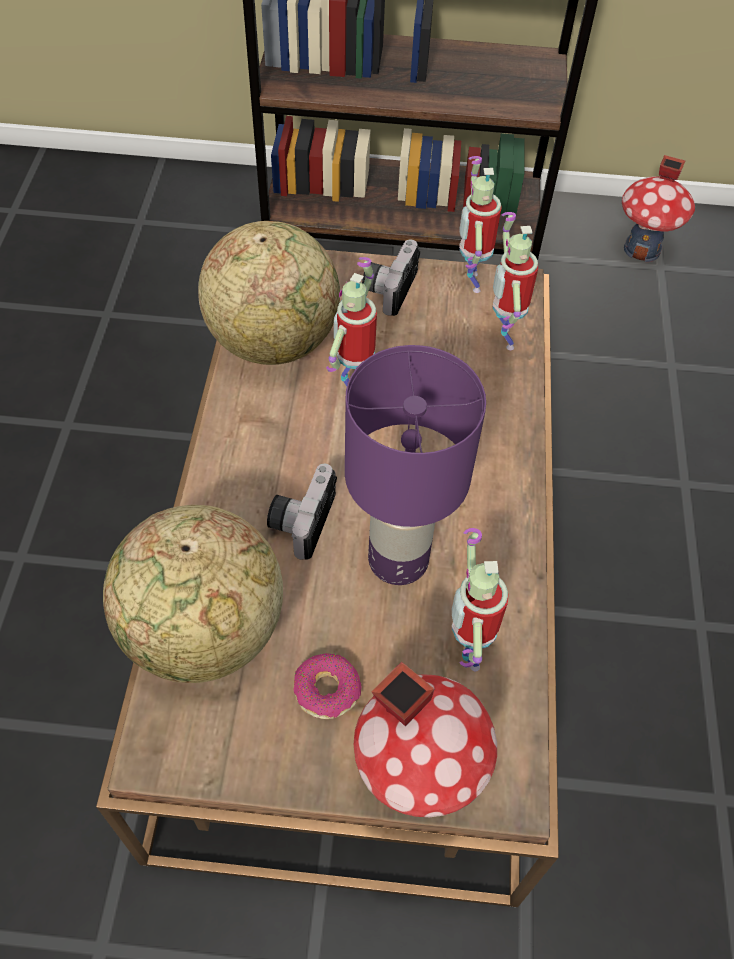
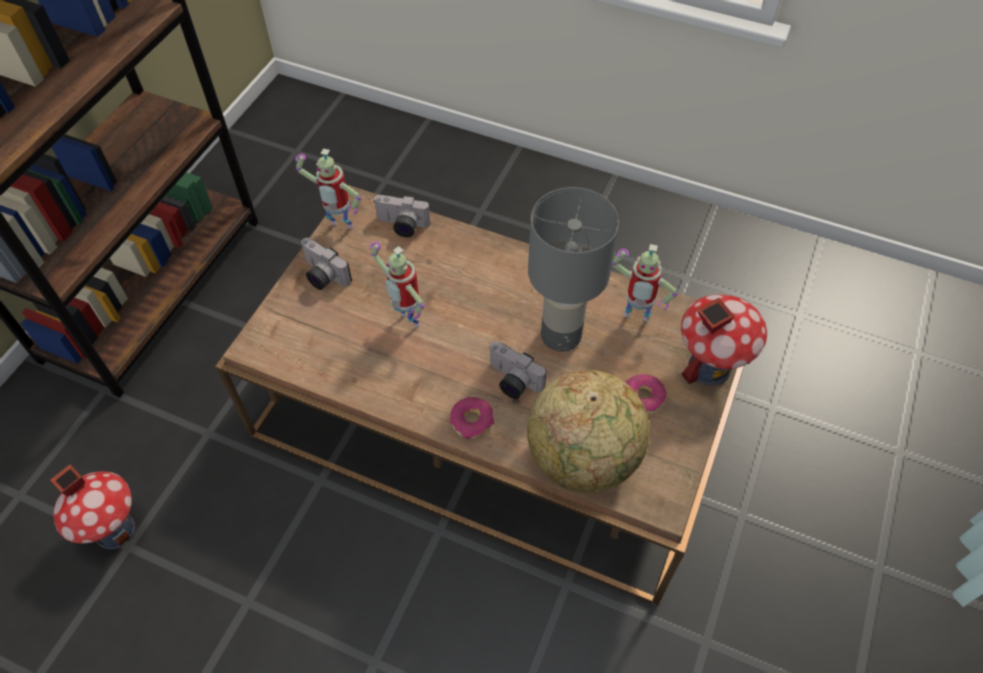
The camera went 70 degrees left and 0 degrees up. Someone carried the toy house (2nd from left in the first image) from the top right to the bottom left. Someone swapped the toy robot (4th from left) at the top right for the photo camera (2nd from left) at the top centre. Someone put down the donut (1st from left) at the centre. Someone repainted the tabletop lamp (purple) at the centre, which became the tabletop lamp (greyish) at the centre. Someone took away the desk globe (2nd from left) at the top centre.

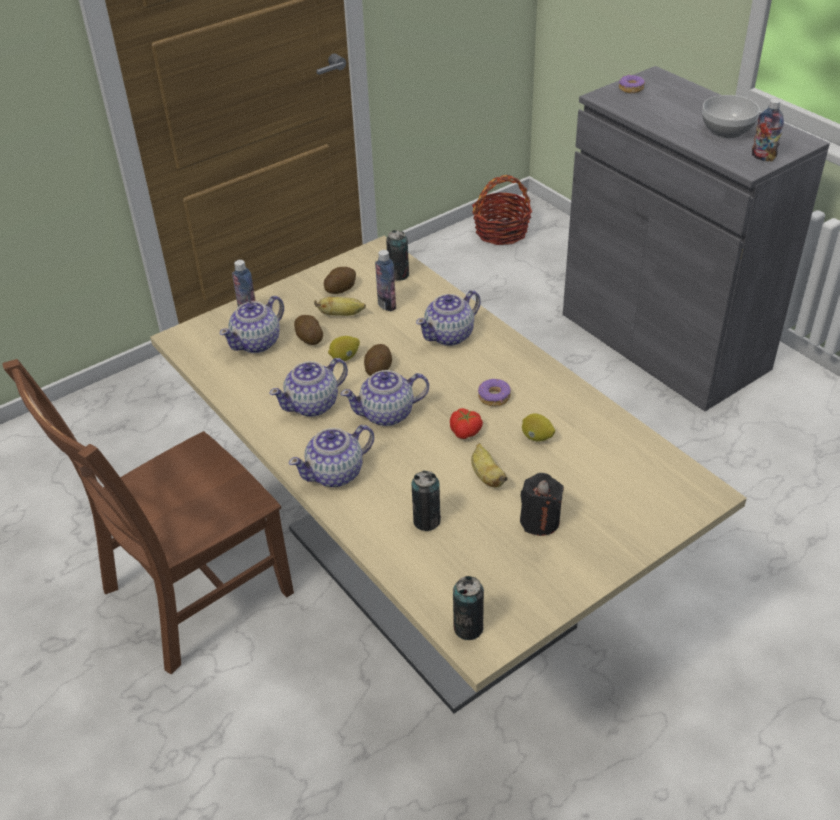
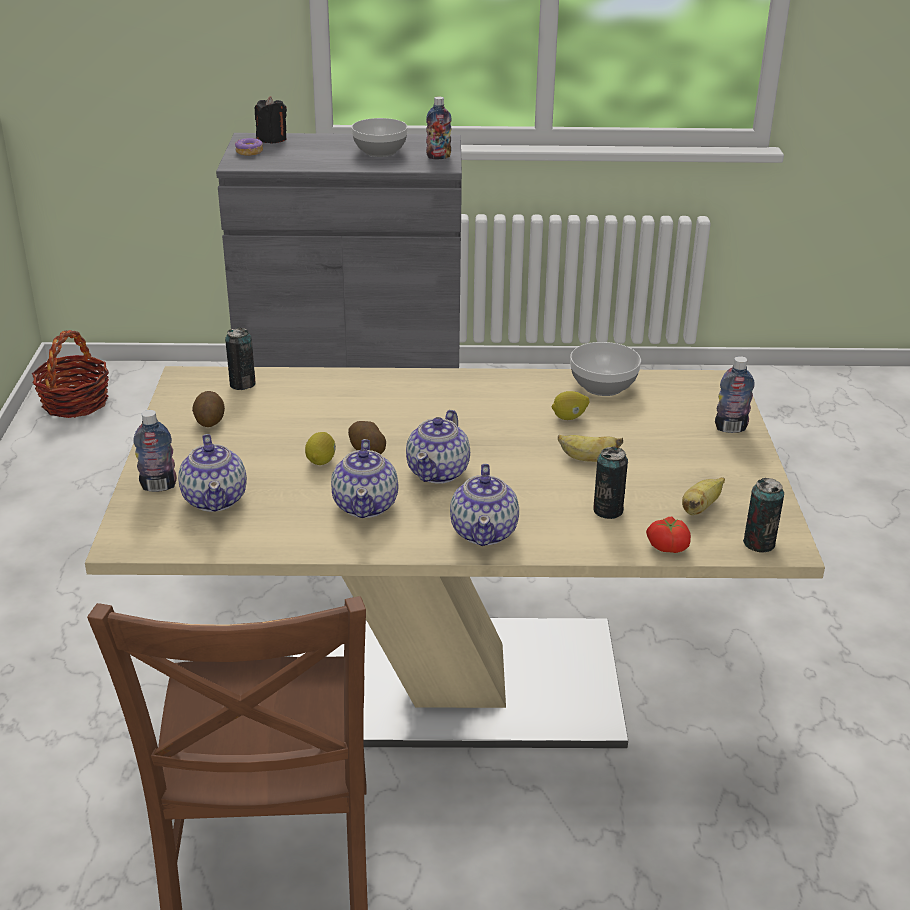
The camera went 55 degrees left and 10 degrees down. Someone carried the wax light (blackish) from the centre to the top left. Someone put down the bowl (2nd from left) at the centre. Someone carried the whole tomato from the centre to the middle right. Someone carried the banana (1st from left in the first image) from the centre to the middle right. Someone carried the bottle (2nd from left in the first image) from the centre to the middle right. Someone took away the spud (1st from left) at the centre. Someone took away the tea pot (5th from left) at the centre. Someone took away the donut (1st from left) at the centre.

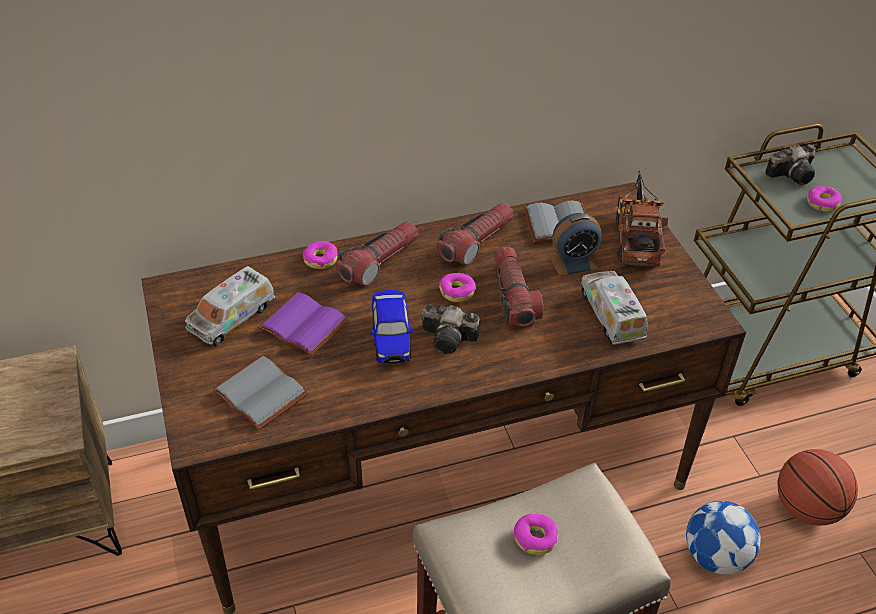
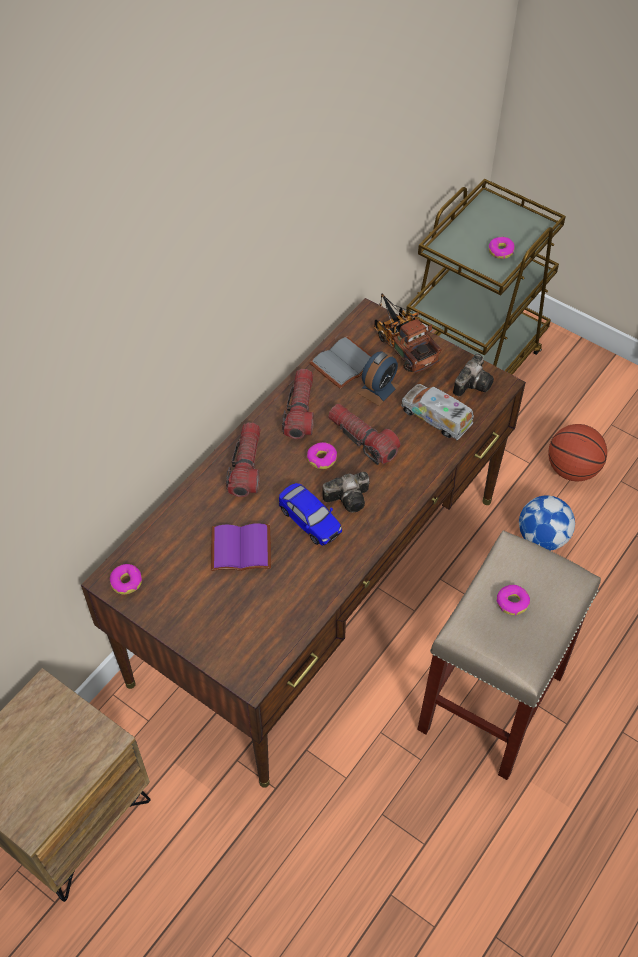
The camera went 35 degrees left and 10 degrees up. Someone carried the donut (1st from left) from the centre to the middle left. Someone carried the photo camera (2nd from left) from the top right to the middle right. Someone took away the toy lorry (1st from left) at the middle left. Someone took away the bound book (greyish) (1st from left) at the middle left.

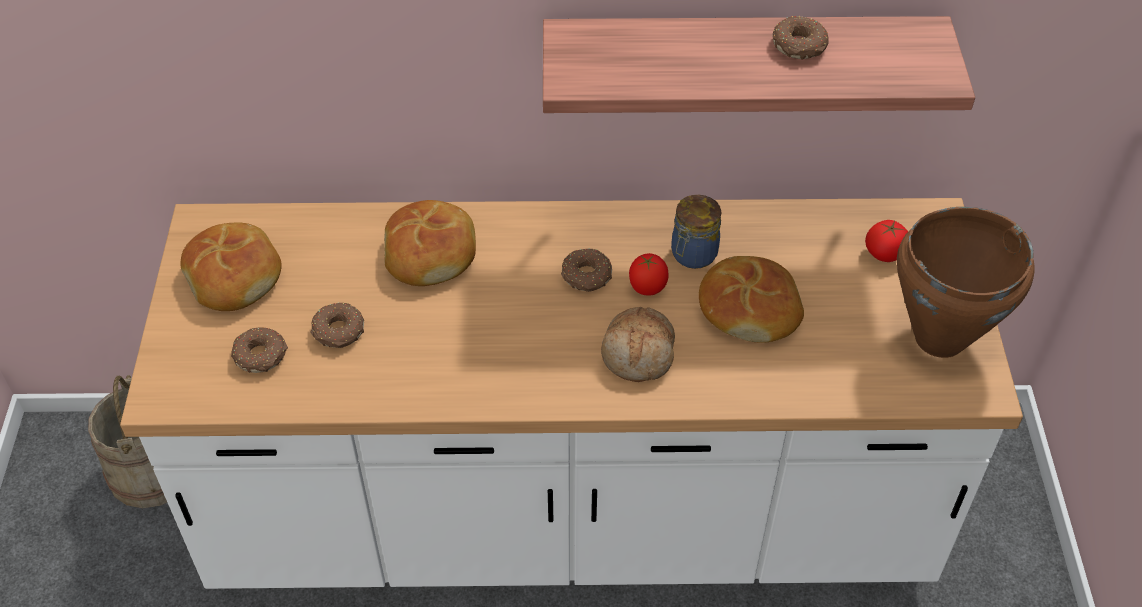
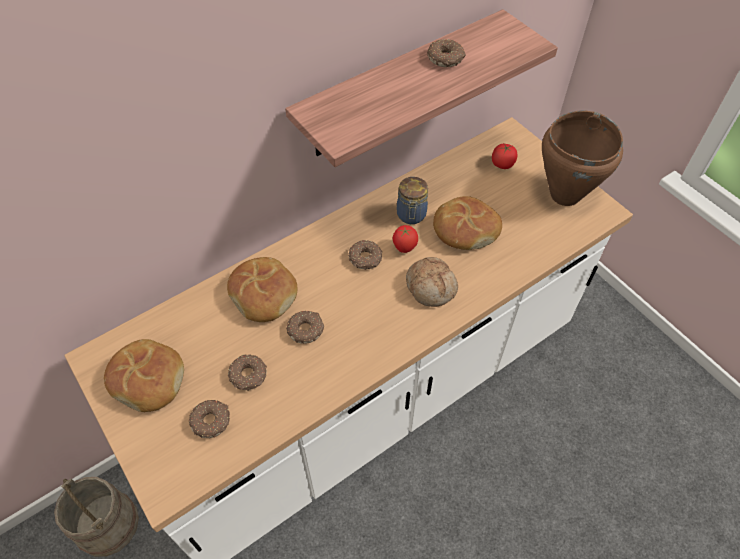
The camera went 35 degrees left and 5 degrees up. Someone put down the donut (3rd from left) at the centre.

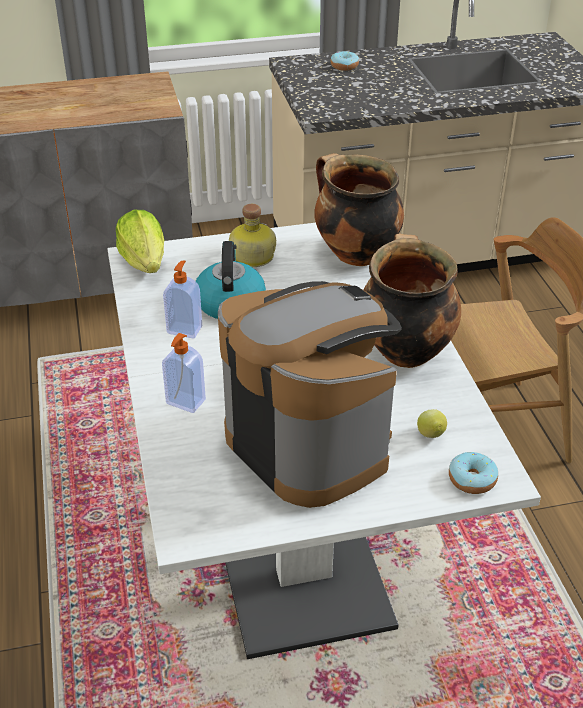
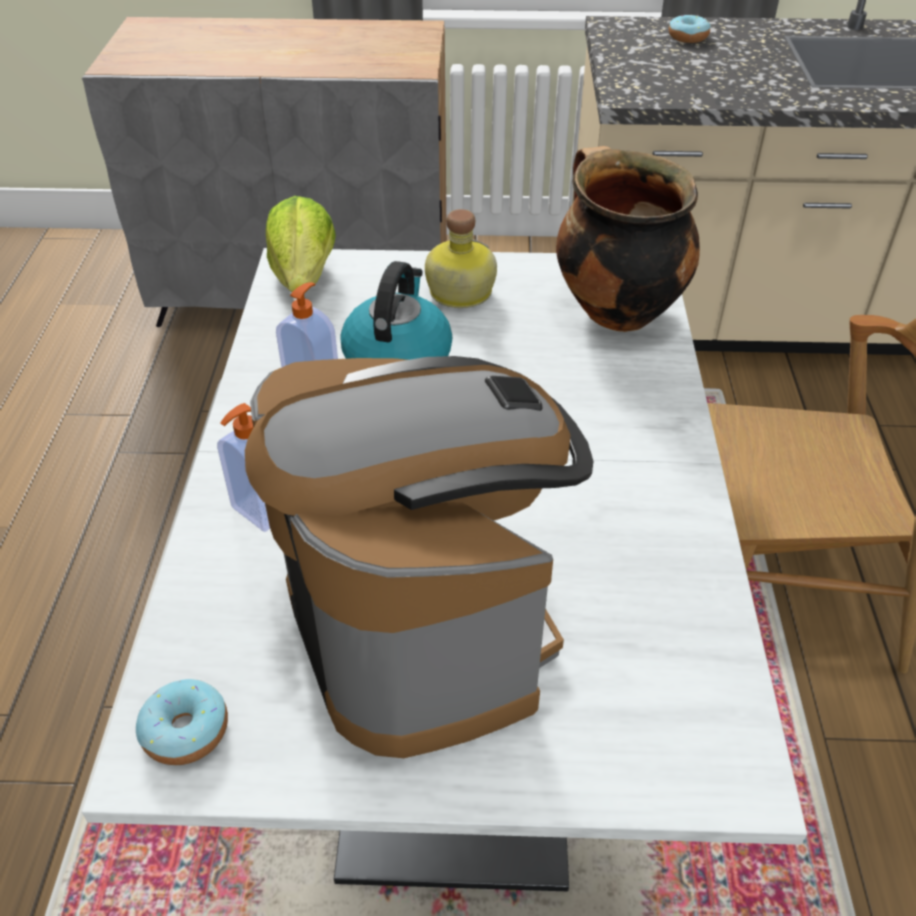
The camera went 15 degrees right and 5 degrees up. Someone carried the donut (2nd from left in the first image) from the bottom right to the bottom left. Someone took away the cooking pot (2nd from left) at the middle right. Someone took away the citrus fruit at the middle right.

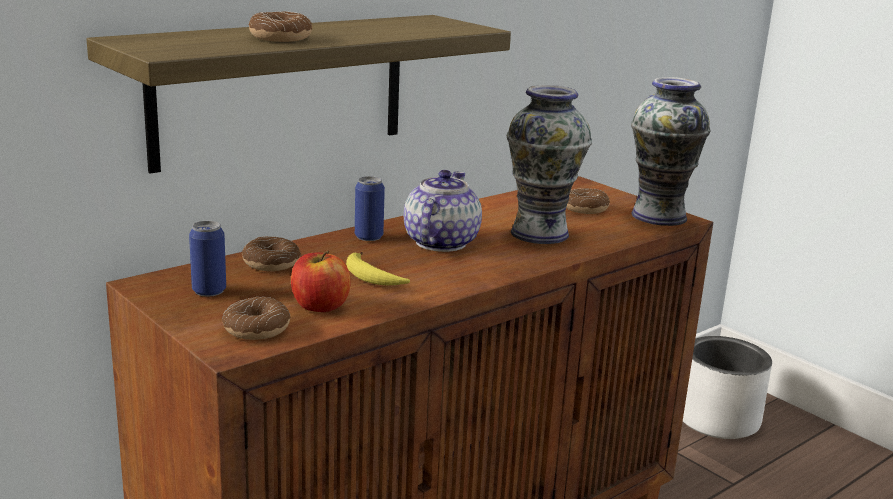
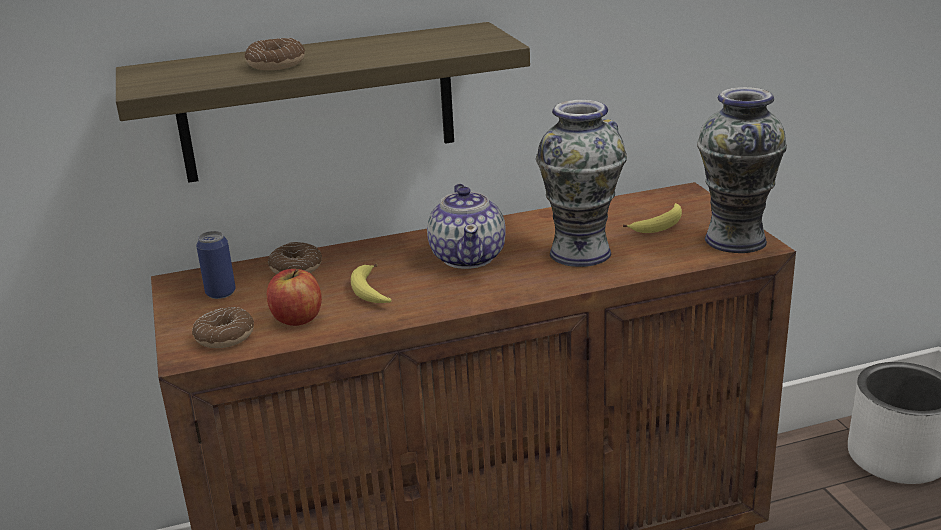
The camera went 25 degrees right and 5 degrees up. Someone rotated the tea pot at the centre by 135 degrees clockwise. Someone swapped the donut (4th from left) at the centre for the banana (2nd from left) at the middle right. Someone took away the can (2nd from left) at the centre.

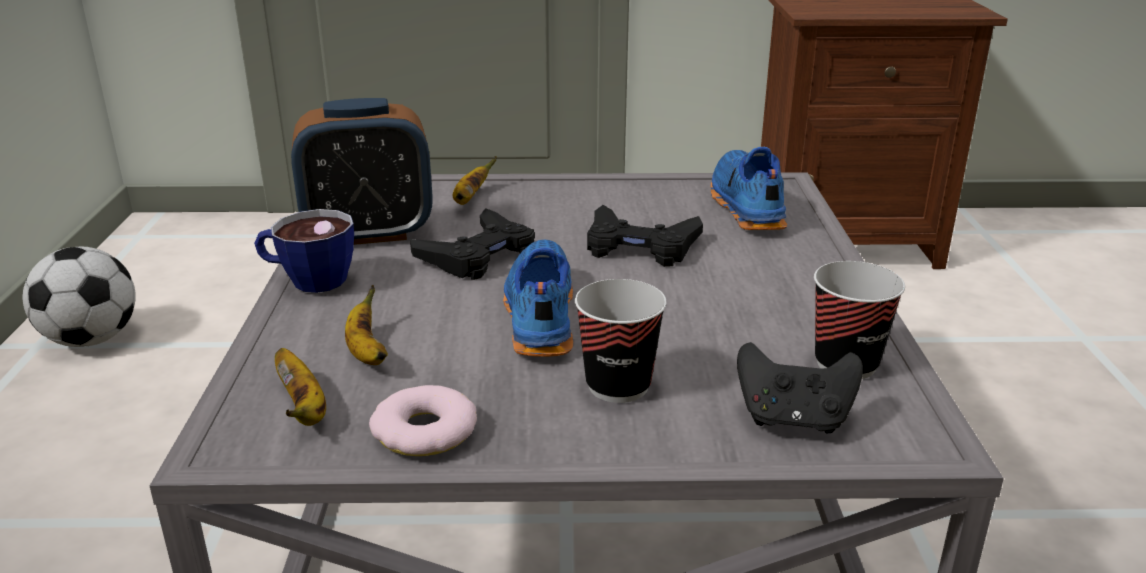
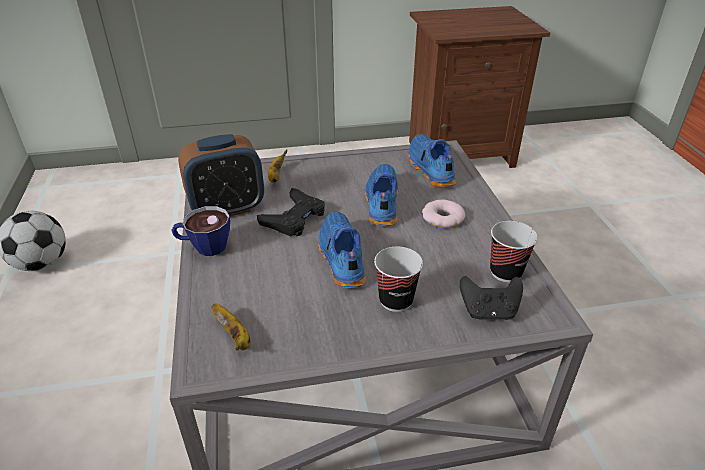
The camera went 10 degrees left and 10 degrees up. Someone swapped the gamepad (blackish) (2nd from left) at the centre for the low shoe (bluish) (2nd from left) at the centre. Someone carried the donut from the bottom centre to the centre. Someone took away the banana (2nd from left) at the middle left.

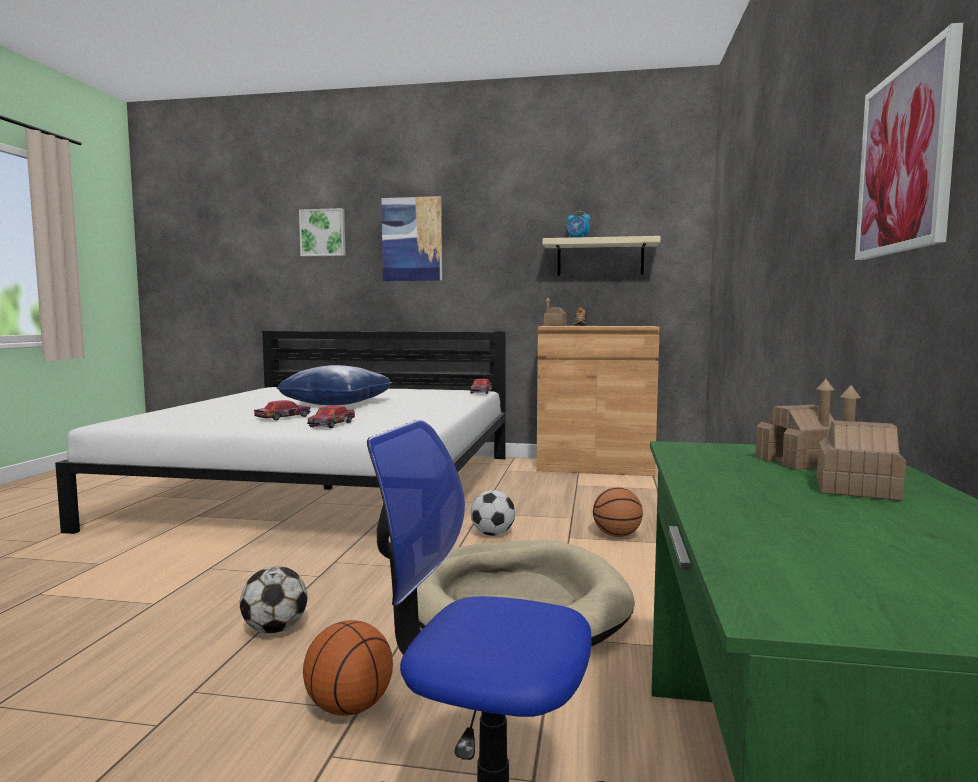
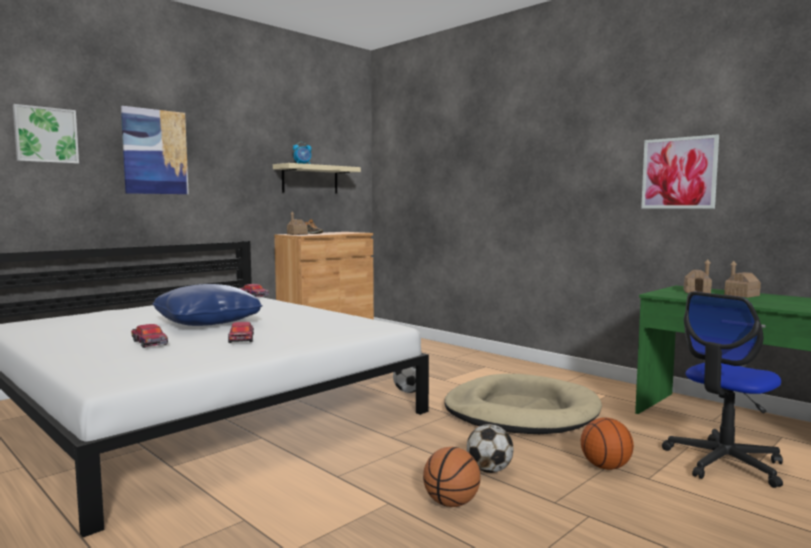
The camera went 55 degrees left and 0 degrees up. Someone carried the toy car (2nd from left in the first image) from the centre to the middle left. Someone carried the basketball ball (2nd from left in the first image) from the centre to the bottom centre.

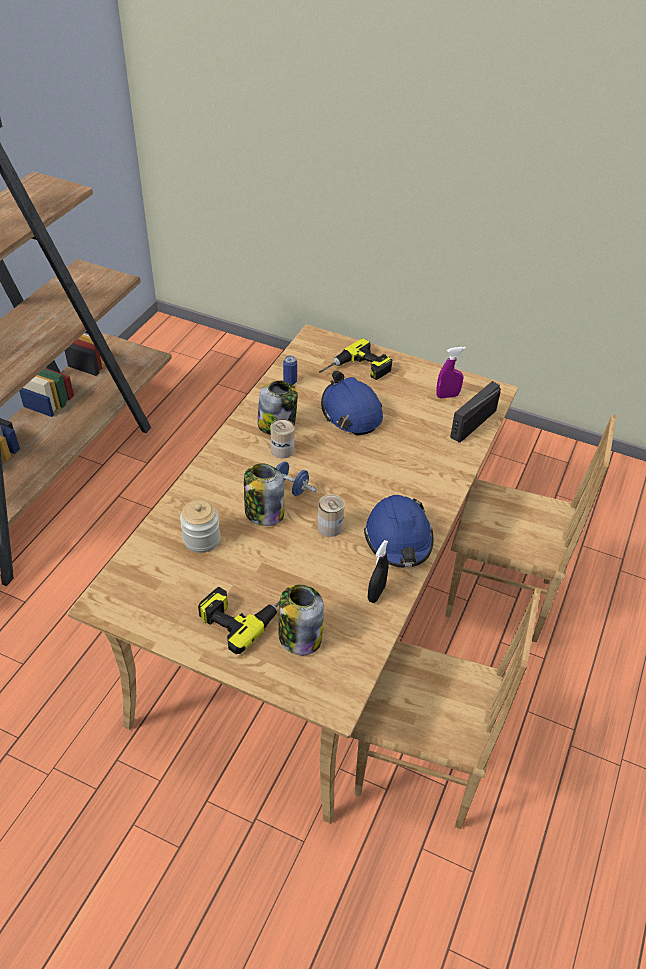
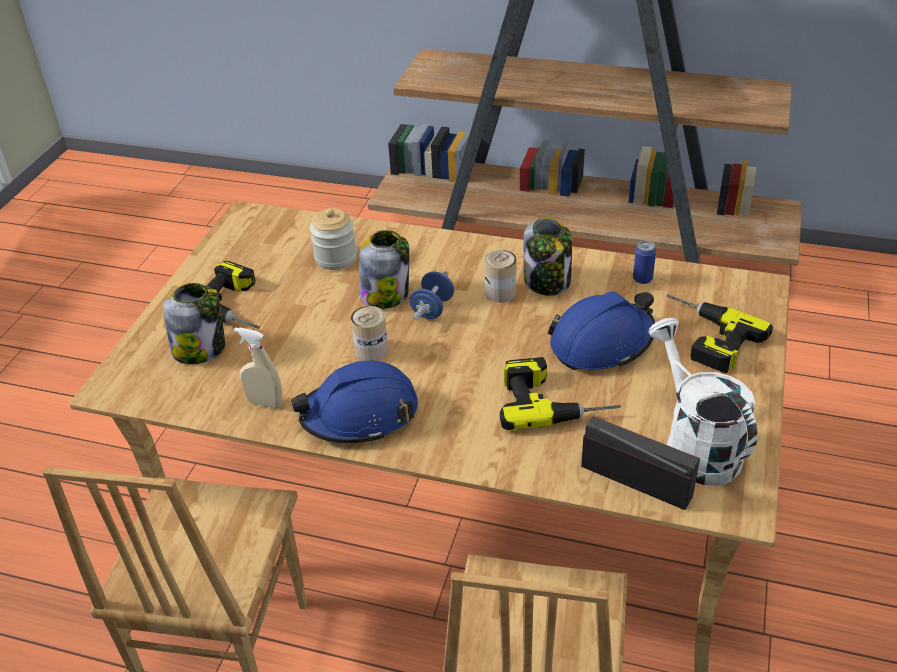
The camera went 85 degrees right and 5 degrees down. Someone repainted the hand sprayer (blackish) at the centre, which became the hand sprayer (sand-coloured) at the middle left. Someone put down the electric drill (2nd from left) at the centre. Someone swapped the hand sprayer (purple) at the middle right for the sprinkling can (whitish) at the middle right.

